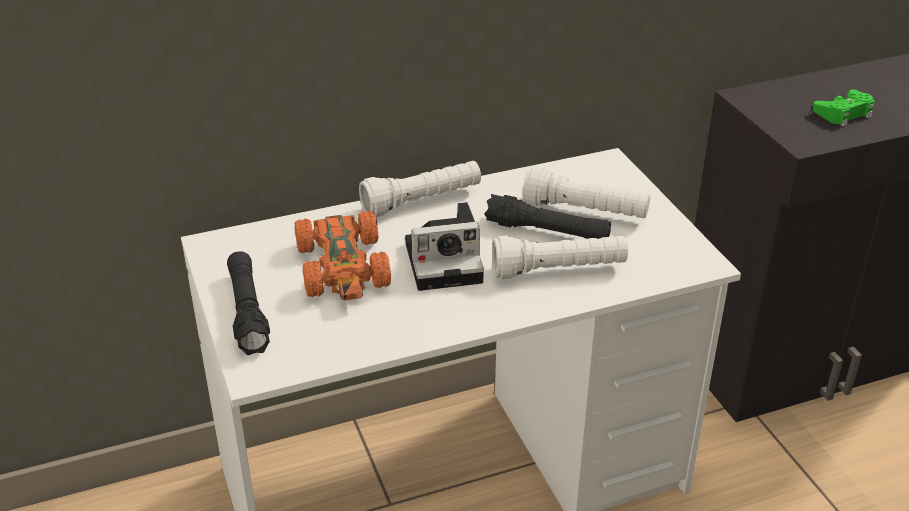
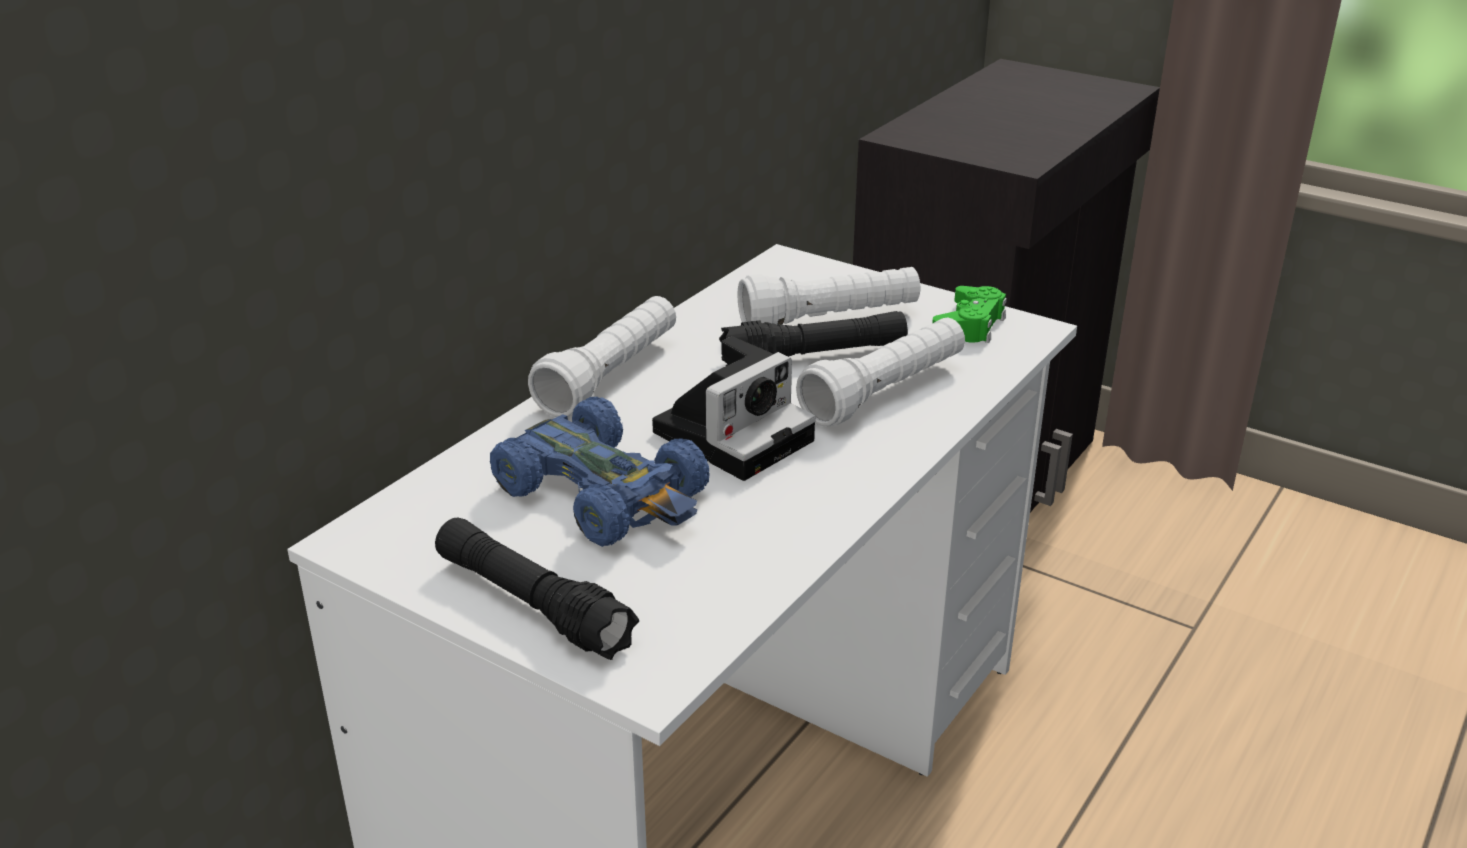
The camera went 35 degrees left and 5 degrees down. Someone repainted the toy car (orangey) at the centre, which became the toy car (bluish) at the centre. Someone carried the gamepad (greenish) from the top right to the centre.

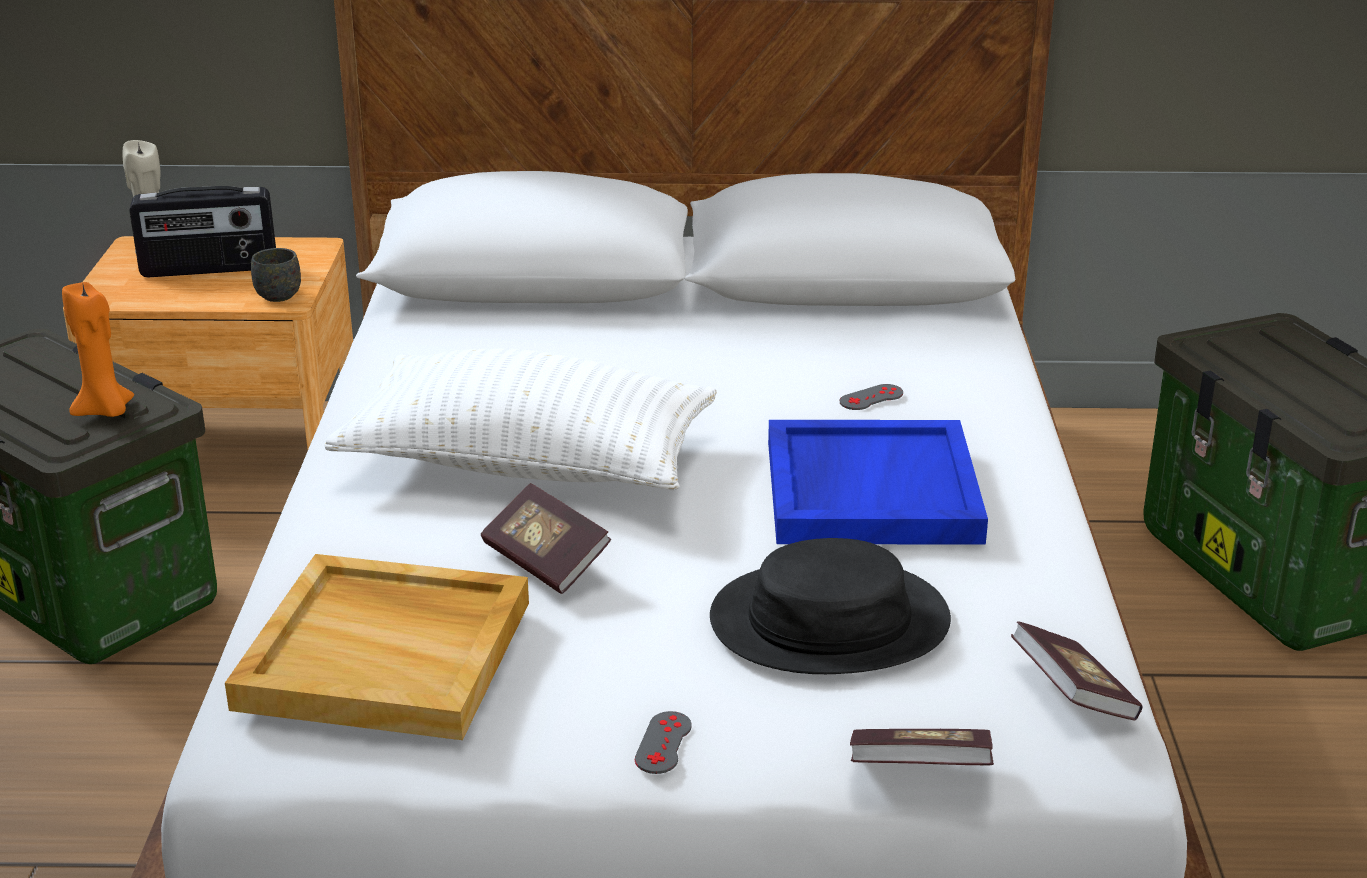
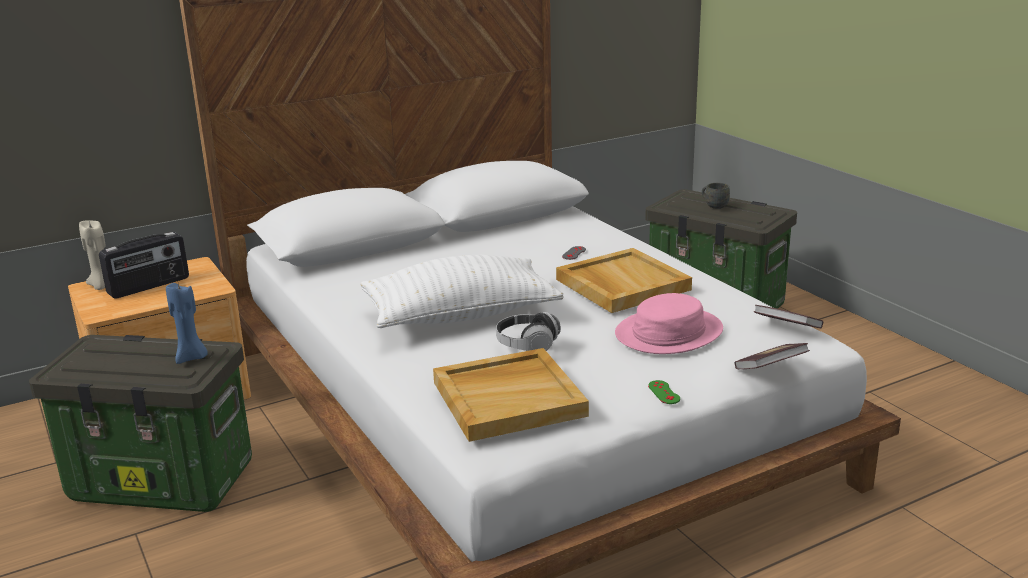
The camera went 30 degrees left and 5 degrees down. Someone repainted the wax light (orangey) at the middle left, which became the wax light (bluish) at the middle left. Someone swapped the bound book (1st from left) at the centre for the pair of headphones at the centre. Someone repainted the serving tray (bluish) at the centre, which became the serving tray (sand-coloured) (2nd from left) at the centre. Someone repainted the hat (blackish) at the bottom centre, which became the hat (pinkish) at the centre. Someone repainted the gamepad (greyish) (1st from left) at the bottom centre, which became the gamepad (greenish) at the bottom centre. Someone carried the mug (greyish) from the top left to the middle right.

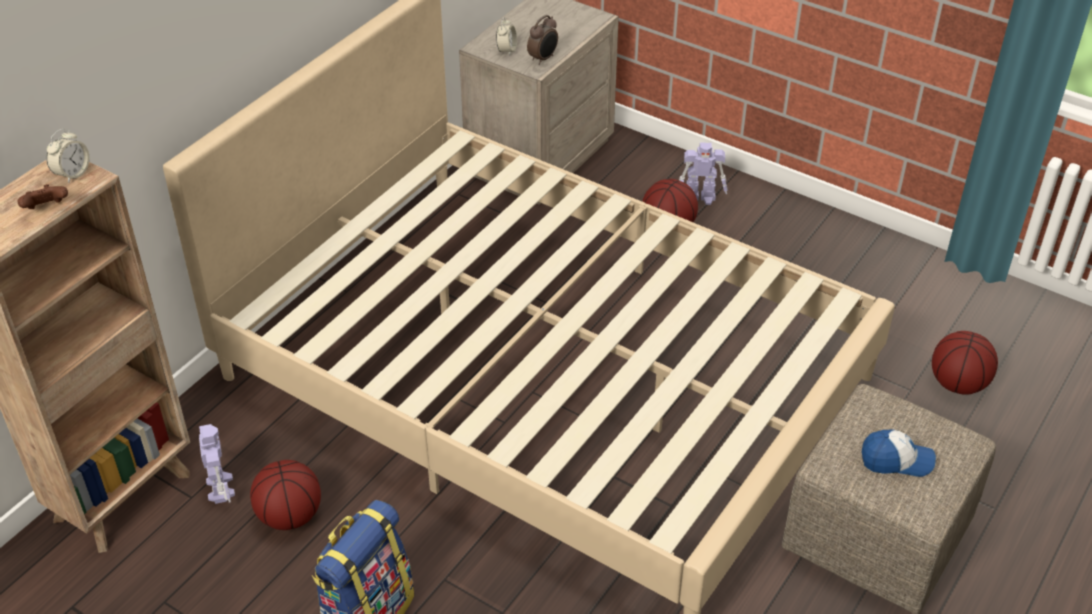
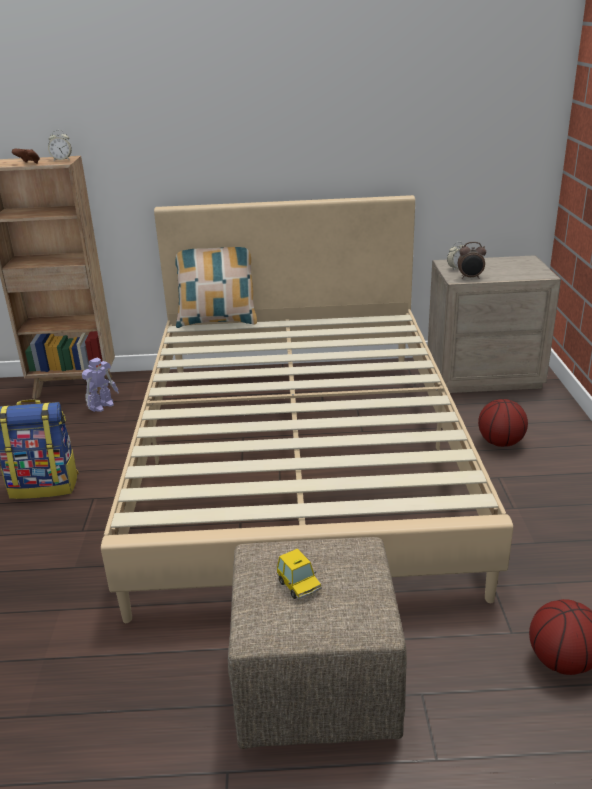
The camera went 55 degrees right and 15 degrees down. Someone put down the throw pillow at the centre. Someone swapped the cap at the bottom right for the toy car at the bottom centre. Someone took away the basketball ball (1st from left) at the bottom left. Someone took away the toy robot (2nd from left) at the top centre.

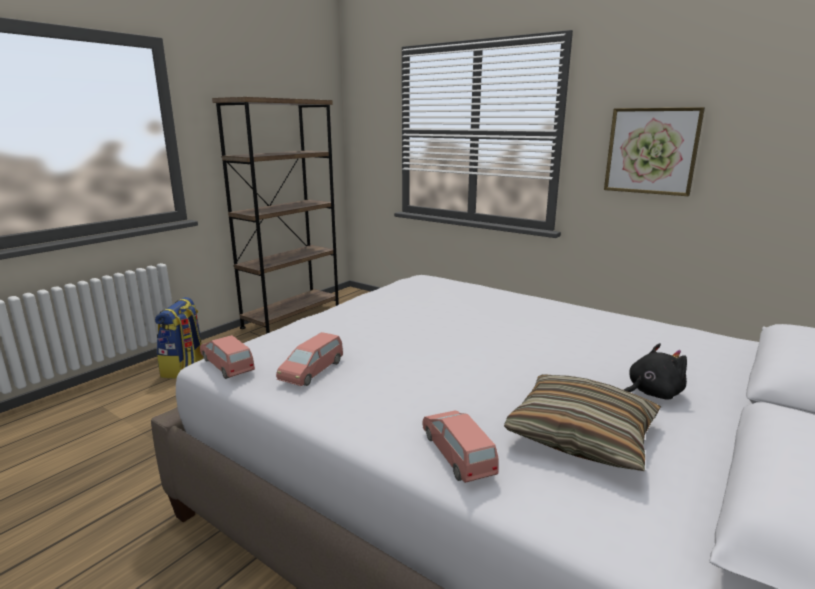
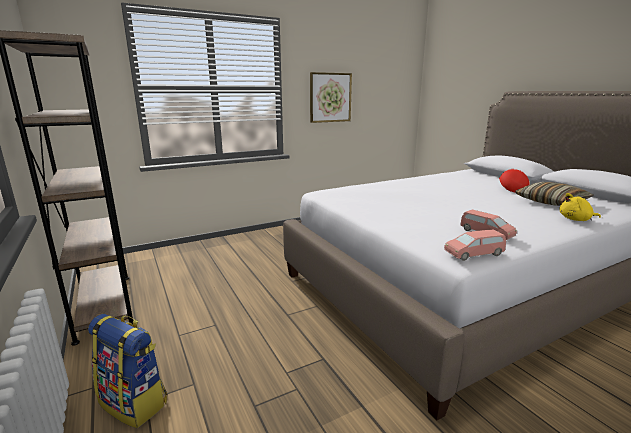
The camera went 65 degrees left and 0 degrees up. Someone swapped the plush toy (blackish) at the middle right for the cap (red) at the middle right. Someone swapped the toy car (pinkish) (3rd from left) at the bottom centre for the plush toy (yellow) at the middle right.

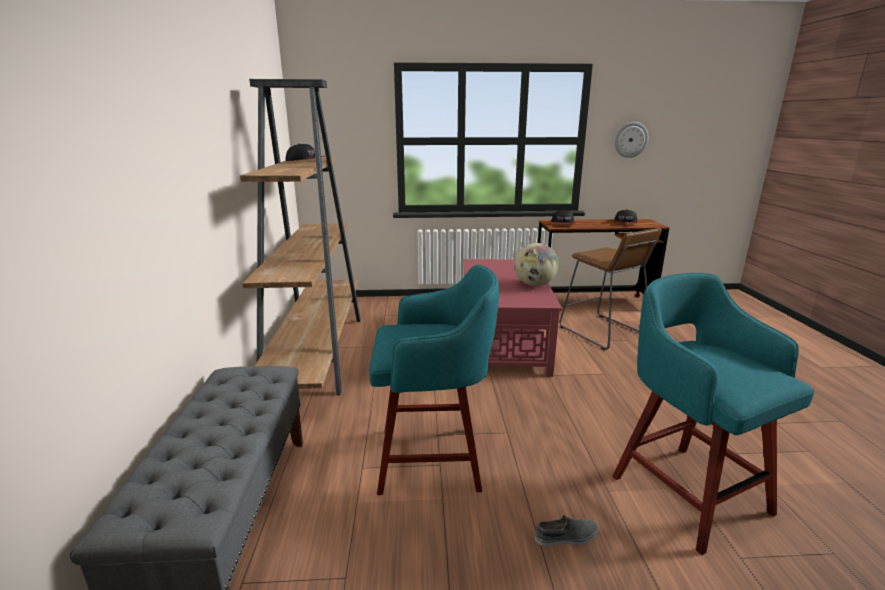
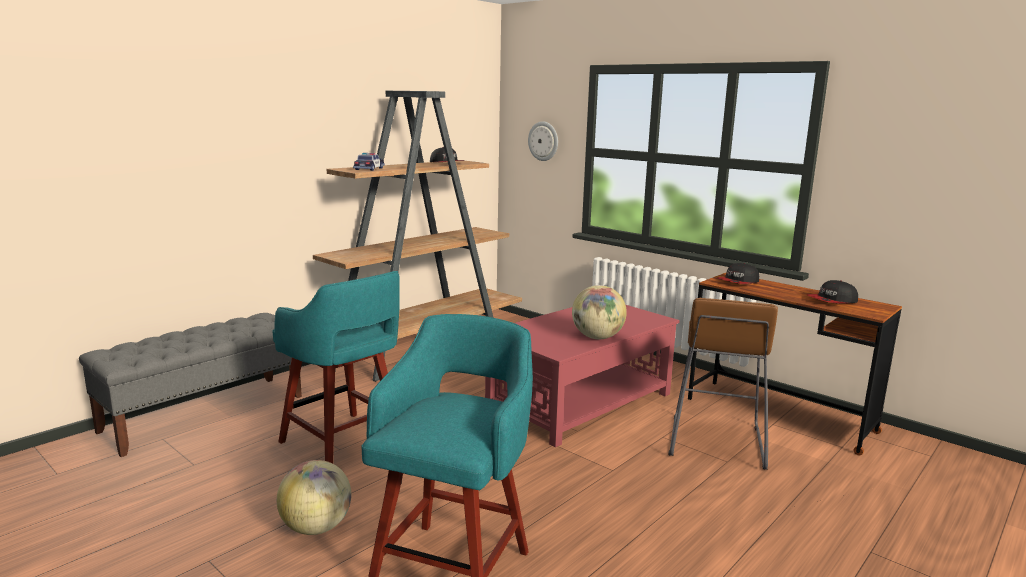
The camera went 45 degrees right and 5 degrees down. Someone swapped the low shoe (greyish) at the bottom centre for the desk globe (1st from left) at the bottom left. Someone put down the toy car at the top centre. Someone carried the hanging clock from the top right to the top centre.

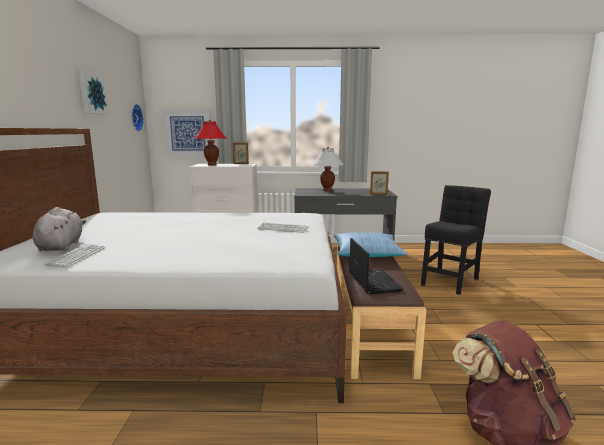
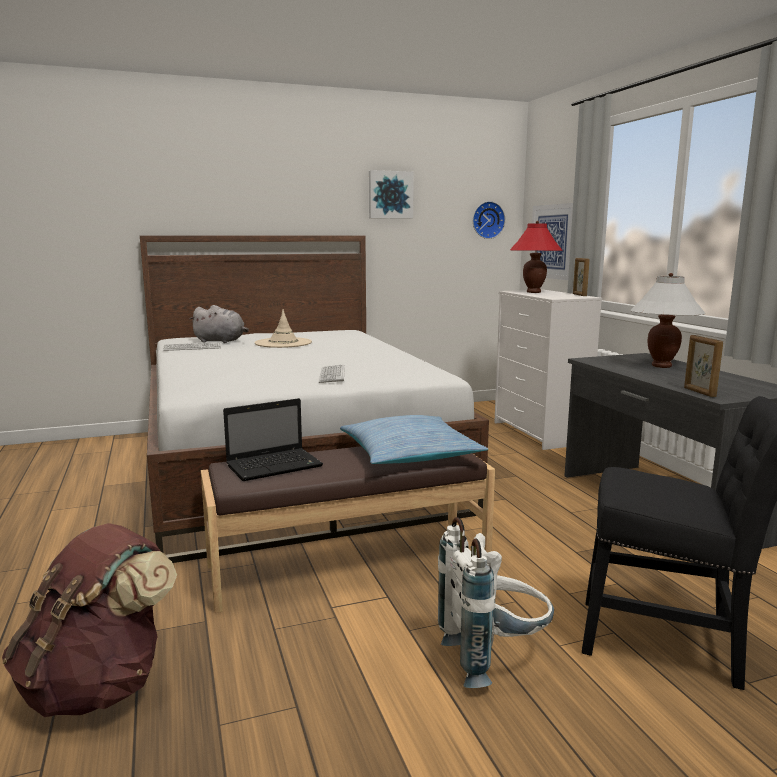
The camera went 70 degrees right and 0 degrees up. Someone rotated the plush toy (greyish) at the middle left by 45 degrees clockwise. Someone put down the hat (sand-coloured) at the centre. Someone put down the knapsack (whitish) at the bottom centre.

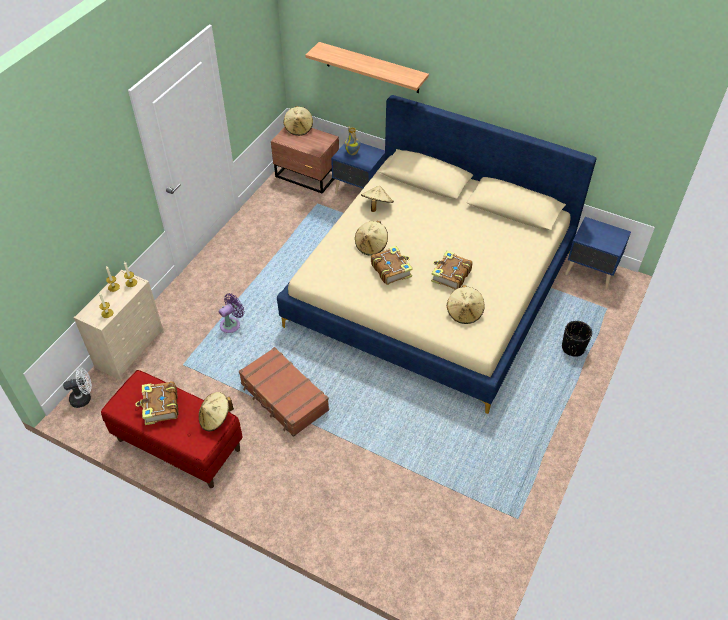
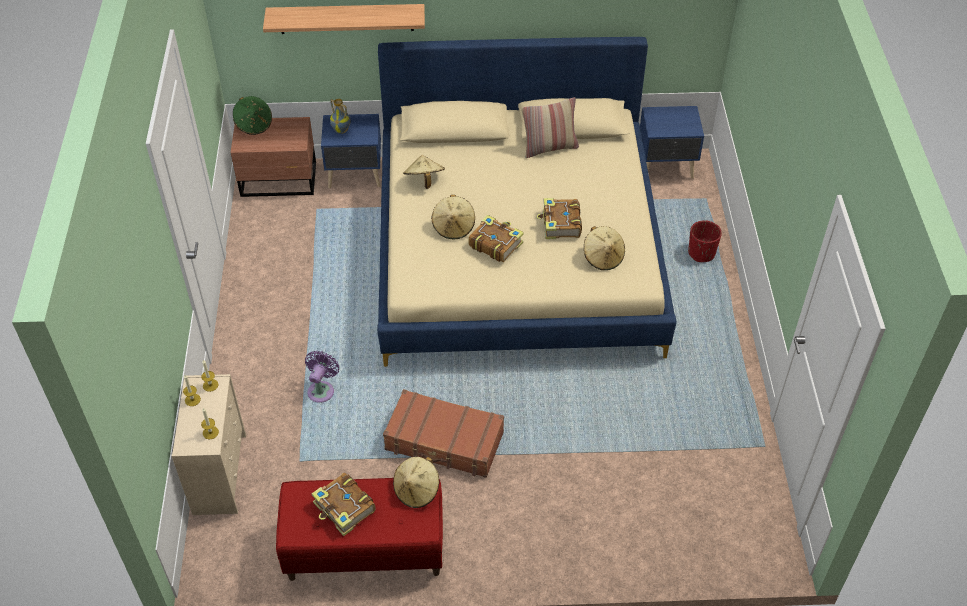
The camera went 30 degrees left and 0 degrees up. Someone repainted the hat (sand-coloured) (2nd from left) at the top centre, which became the hat (greenish) at the top left. Someone put down the throw pillow at the top centre. Someone repainted the planter (blackish) at the middle right, which became the planter (red) at the middle right. Someone took away the electric fan (whitish) at the middle left.

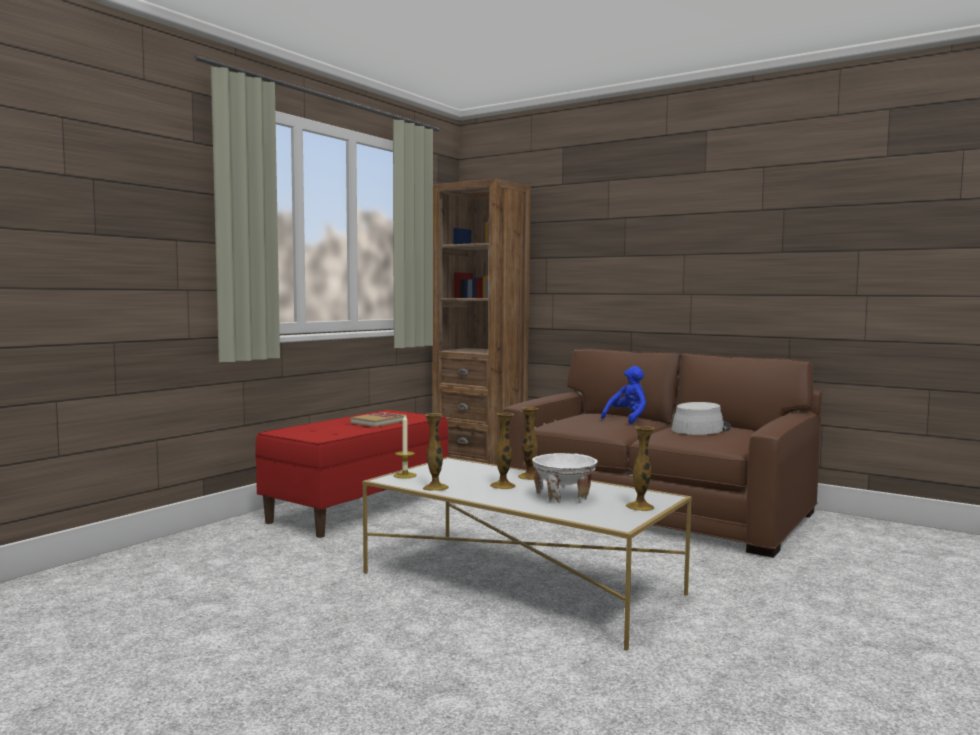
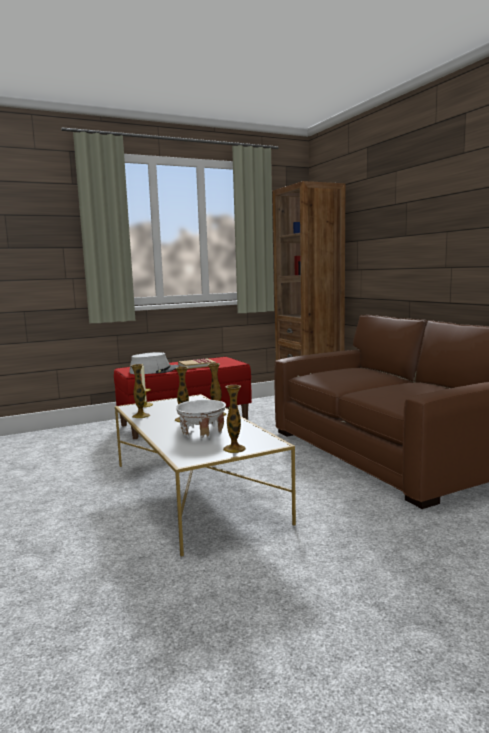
The camera went 30 degrees right and 5 degrees up. Someone carried the hat (greyish) from the middle right to the middle left. Someone took away the plush toy (bluish) at the centre.

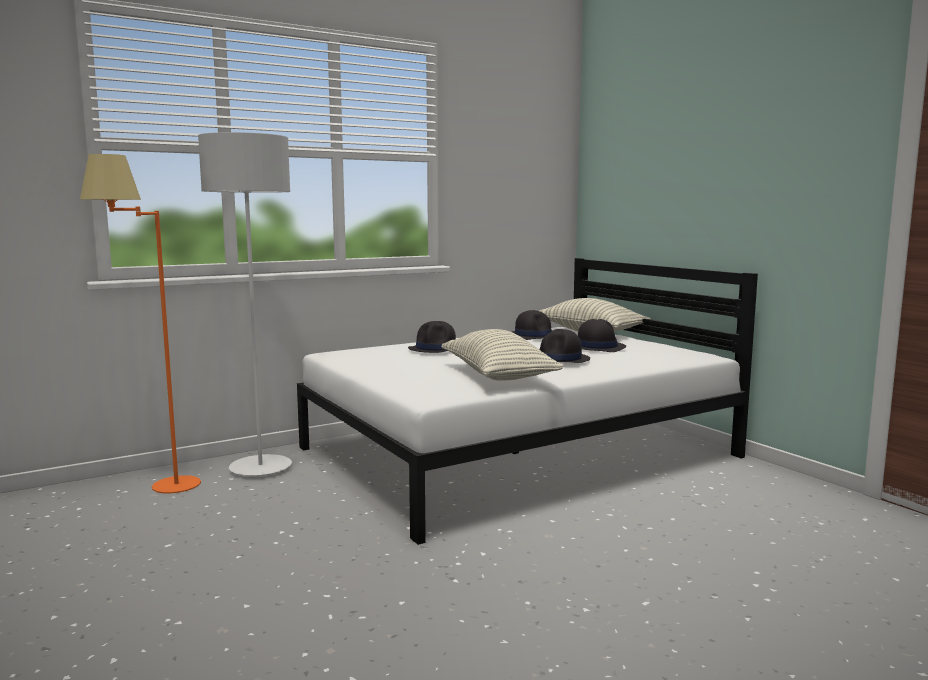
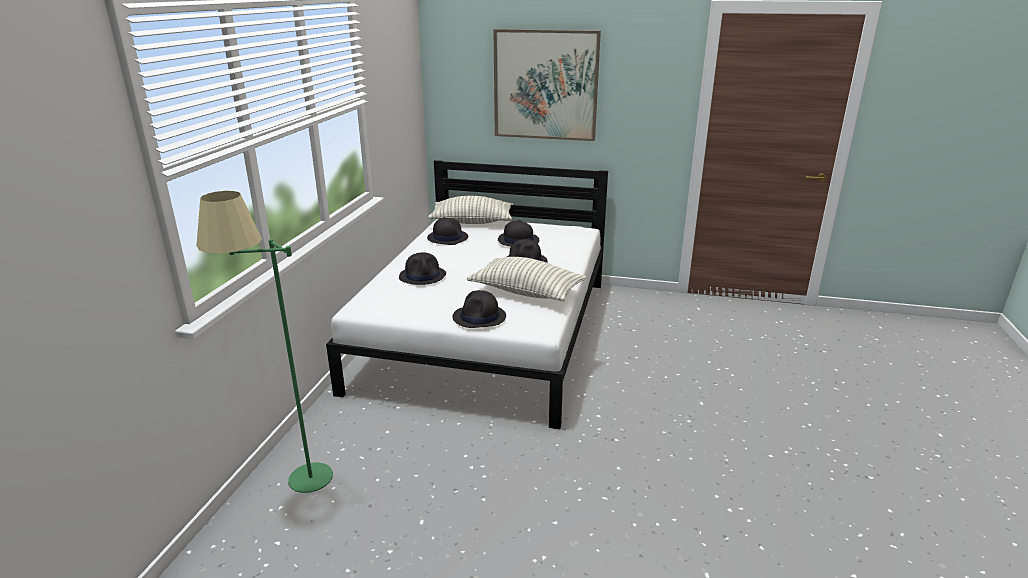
The camera went 45 degrees left and 15 degrees up. Someone repainted the standard lamp (orangey) at the middle left, which became the standard lamp (greenish) at the middle left. Someone put down the hat (blackish) (3rd from left) at the centre. Someone put up the wall art at the top centre. Someone took away the standard lamp (greyish) at the middle left.

